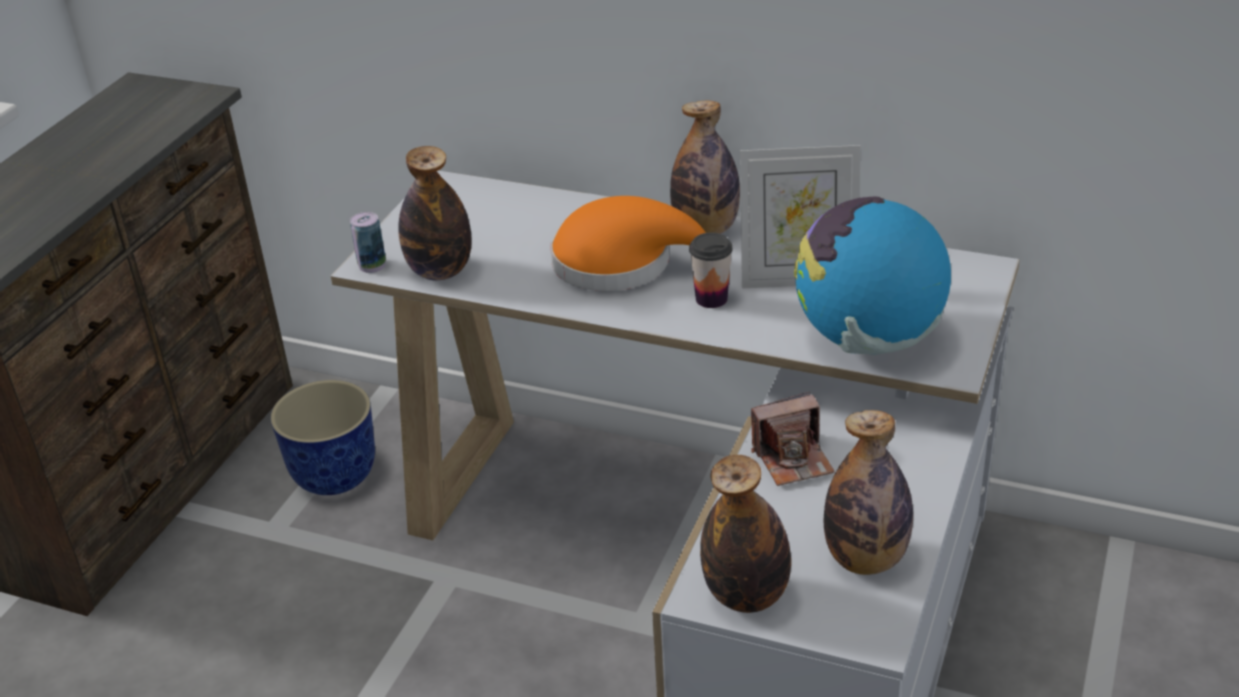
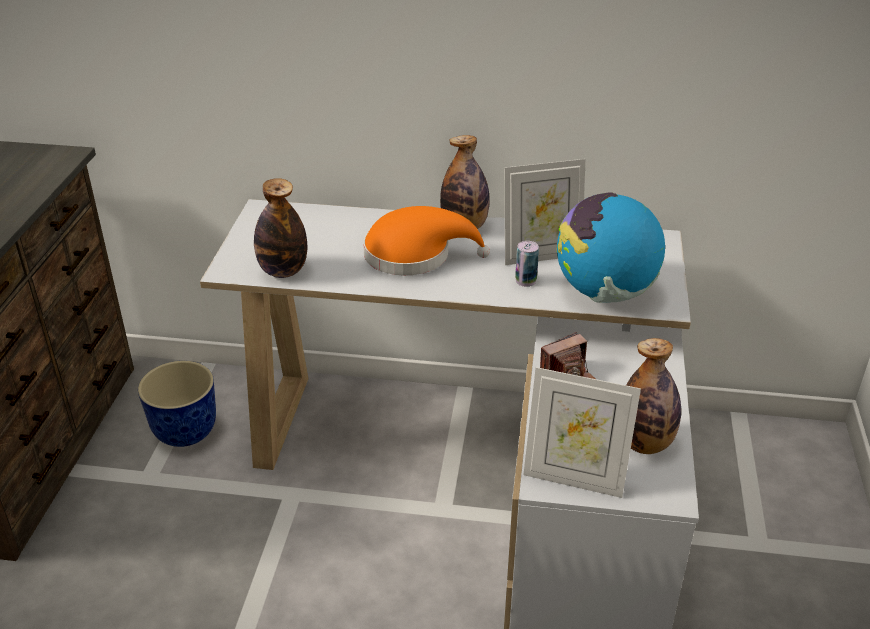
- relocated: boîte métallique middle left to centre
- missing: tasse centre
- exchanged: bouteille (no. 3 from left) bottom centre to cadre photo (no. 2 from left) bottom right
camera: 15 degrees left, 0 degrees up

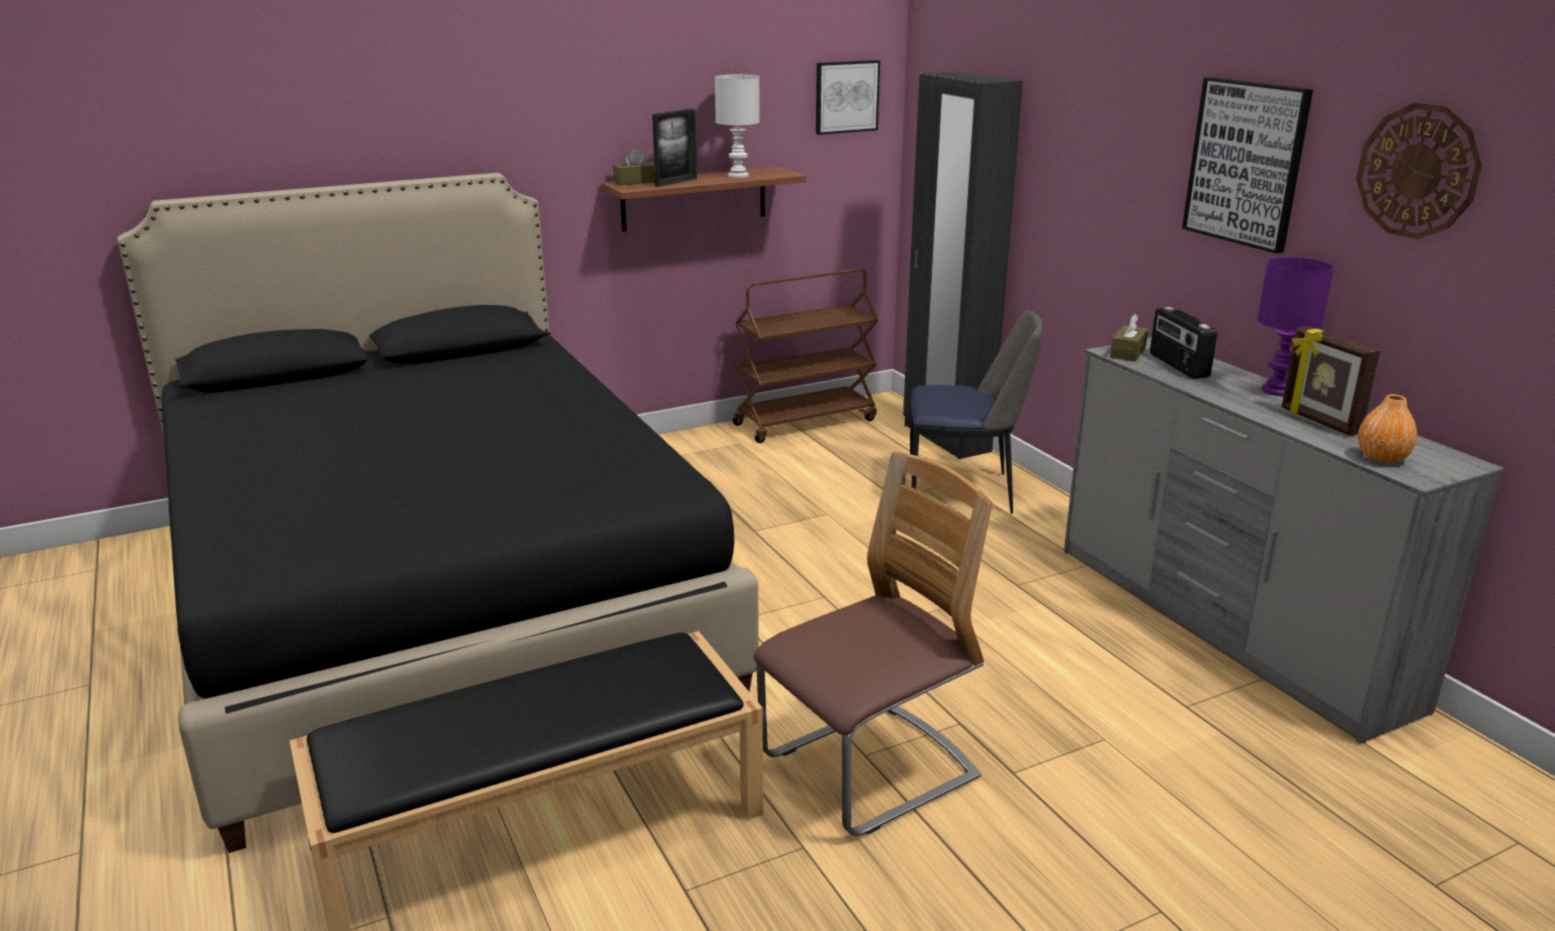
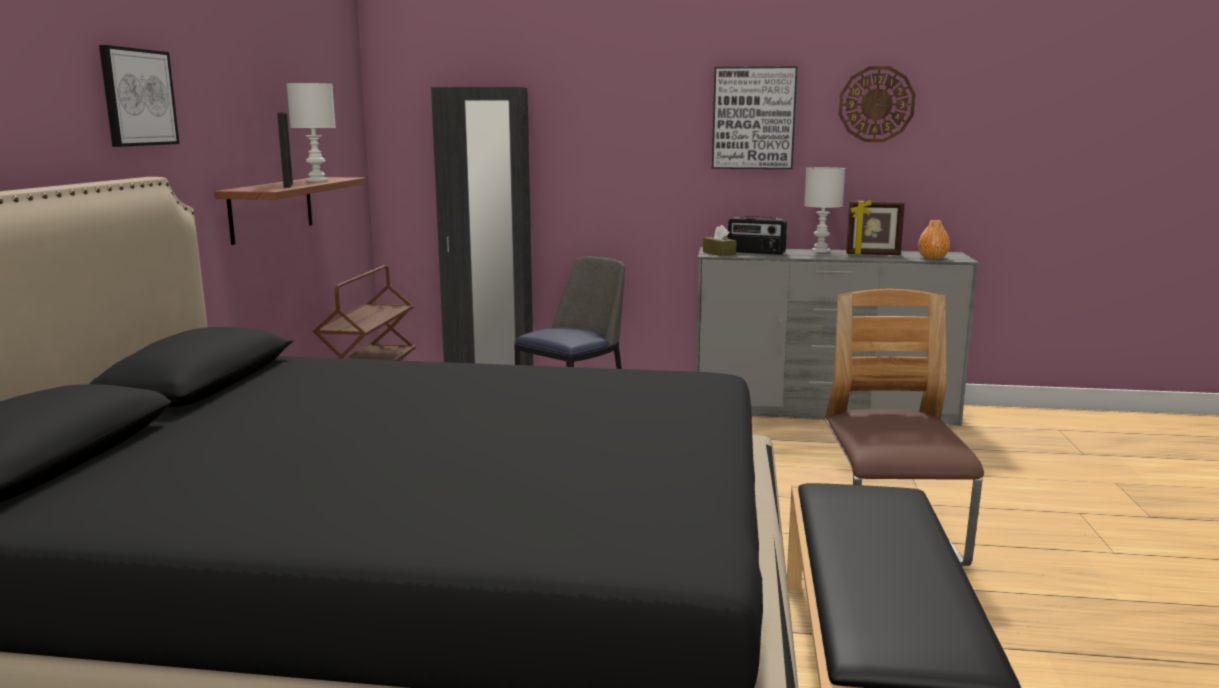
- missing: boîte à mouchoirs/marron (no. 1 from left) top centre
- relocated: tableau (no. 1 from left) top centre to top left
- colour: lampe de table/violet middle right to lampe de table/blanc (no. 2 from left) top right
camera: 55 degrees left, 10 degrees down

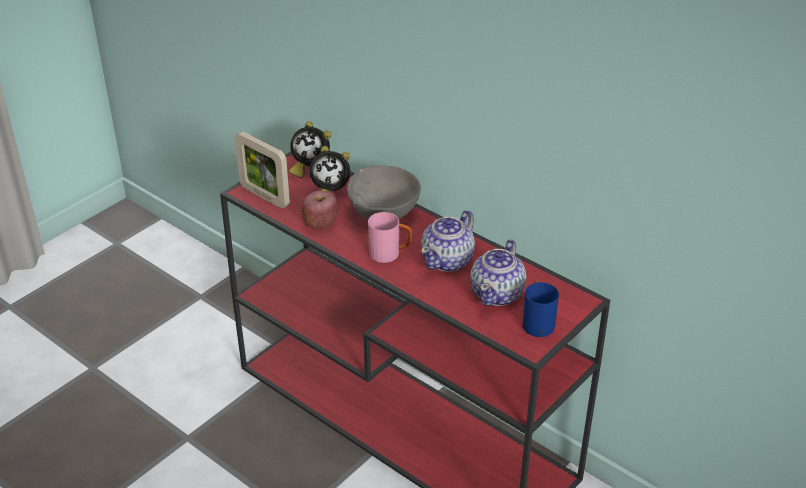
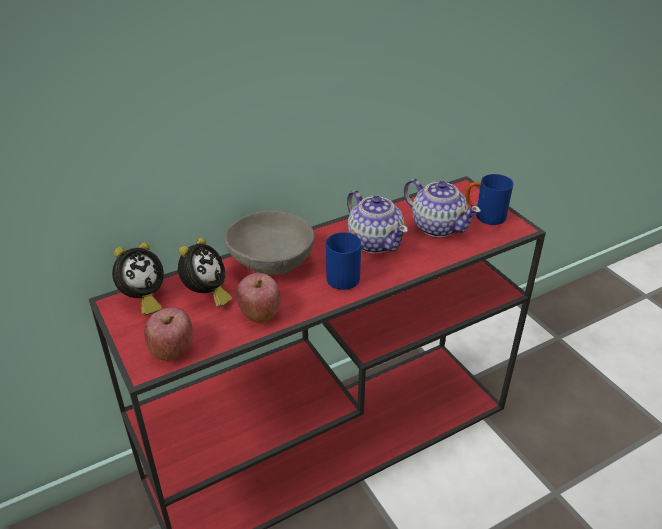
- exchanged: cadre photo middle left to pomme (no. 1 from left) middle left
- colour: mug/rose centre to mug/bleu (no. 1 from left) centre
camera: 70 degrees left, 0 degrees up

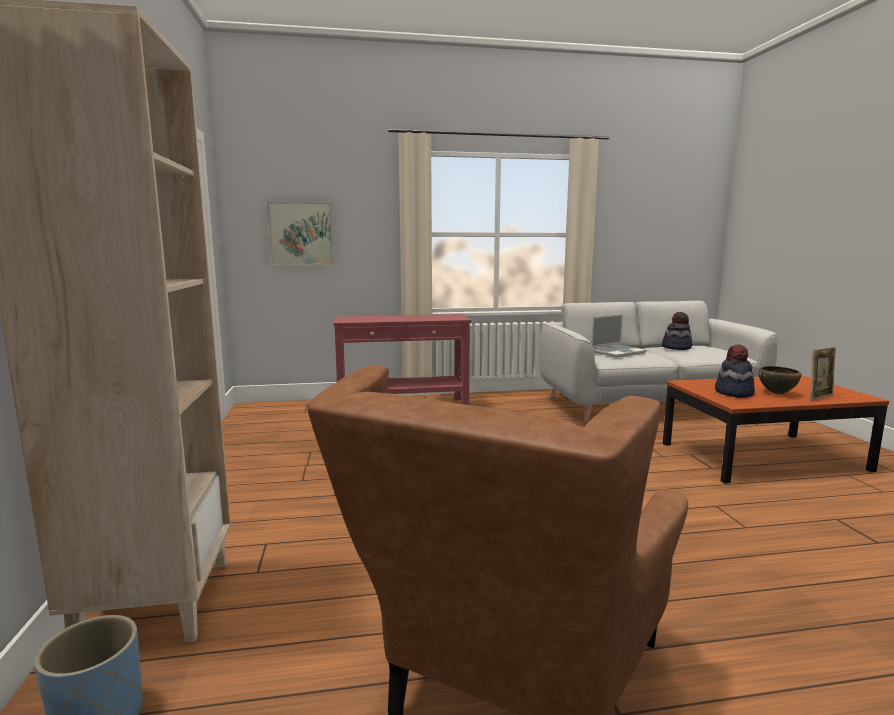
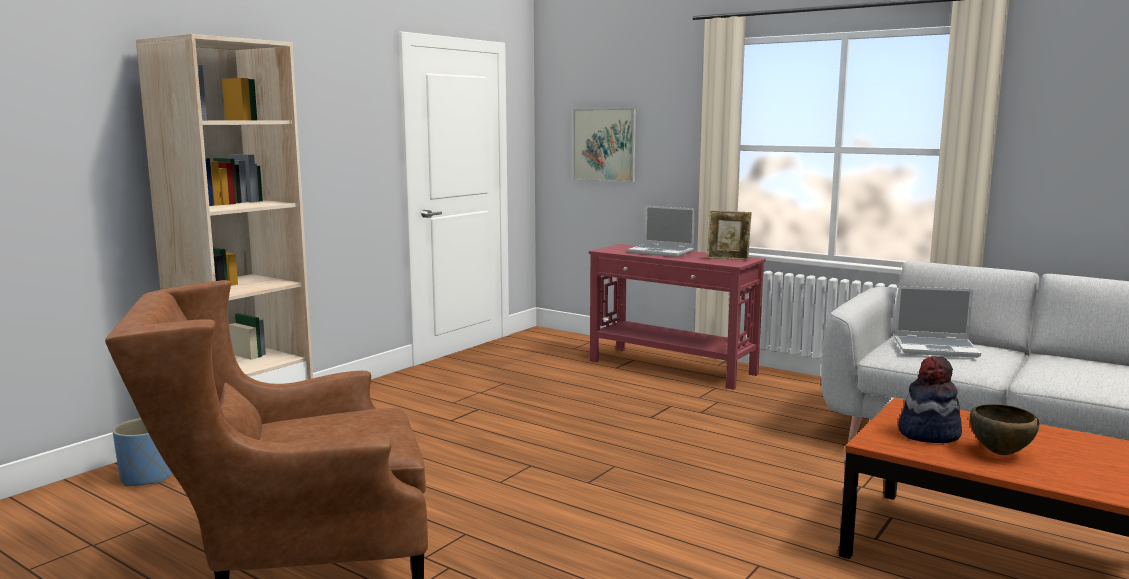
- missing: chapeau (no. 1 from left) middle right
- relocated: cadre photo middle right to centre
- appeared: ordinateur portable (no. 1 from left) centre
camera: 45 degrees right, 0 degrees up

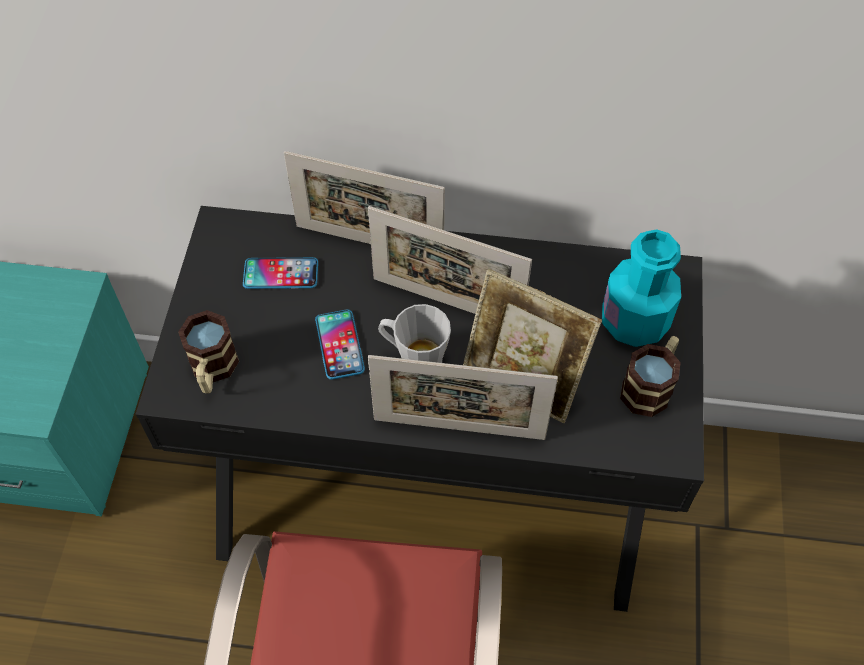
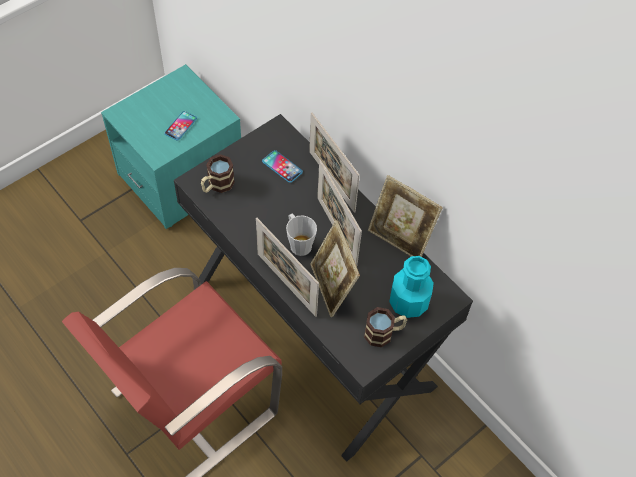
- relocated: téléphone (no. 2 from left in the first image) centre to téléphone (no. 1 from left) top left
- appeared: cadre photo (no. 5 from left) centre
camera: 40 degrees right, 0 degrees up

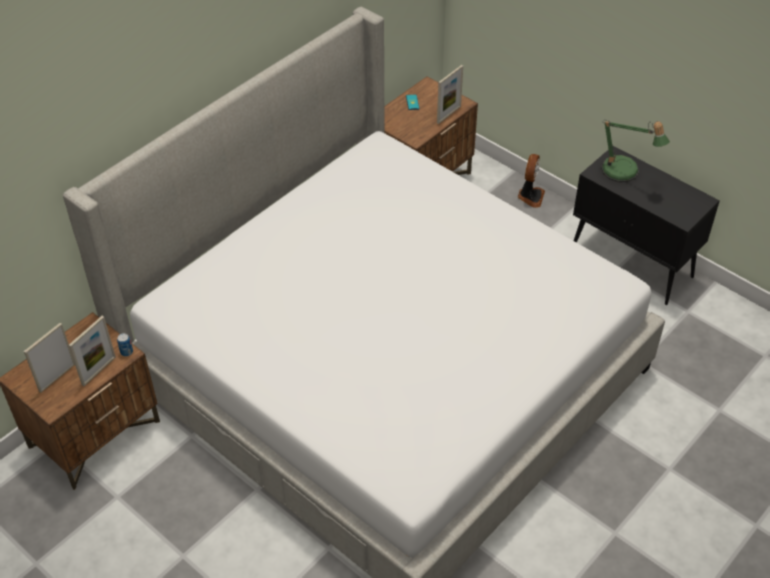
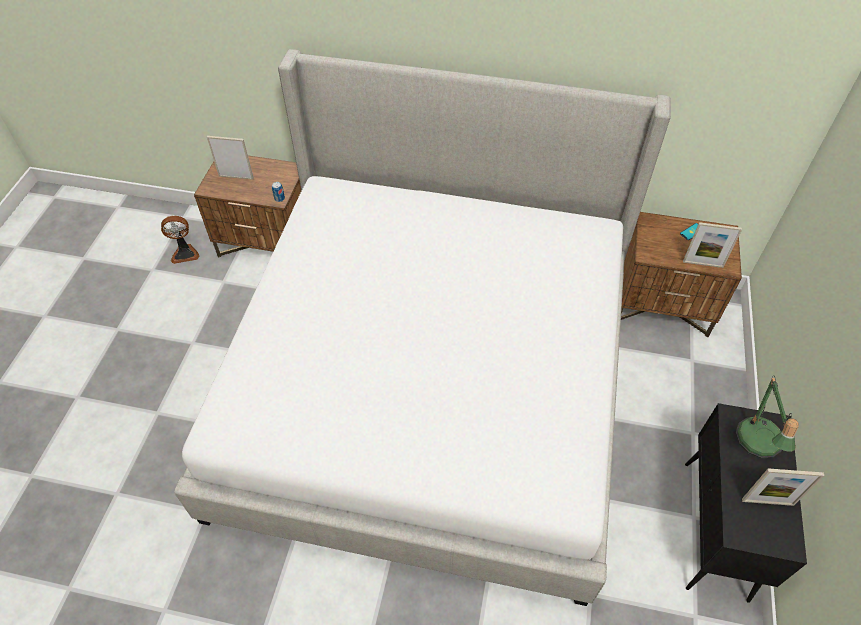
- relocated: cadre photo (no. 2 from left in the first image) middle left to cadre photo (no. 3 from left) bottom right
- relocated: ventilateur top right to middle left
camera: 60 degrees right, 5 degrees up

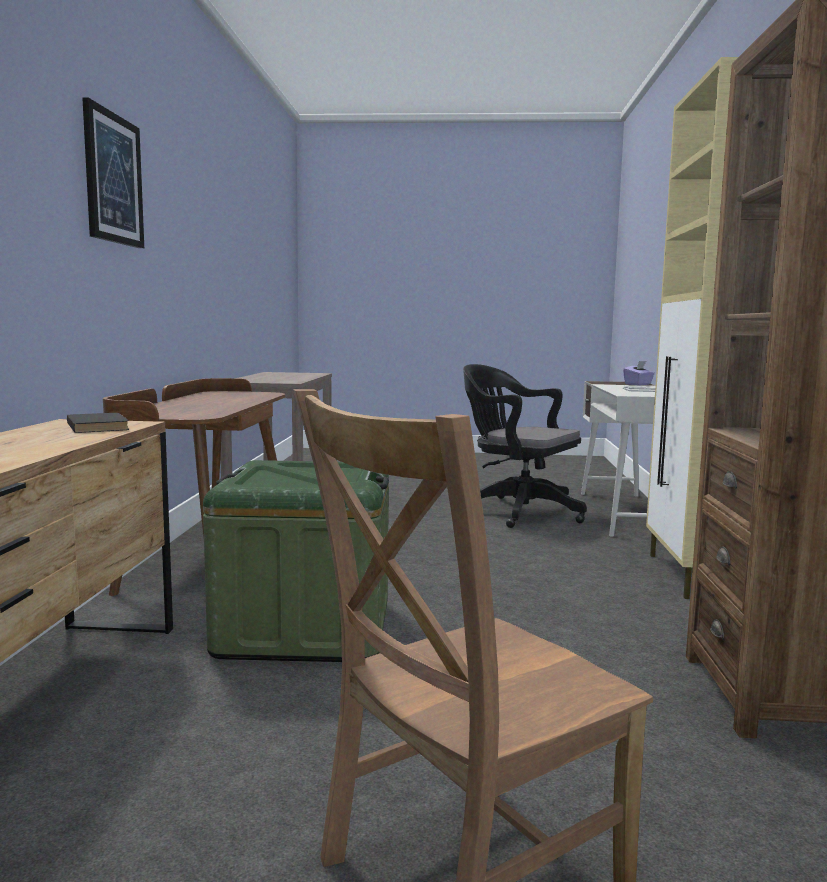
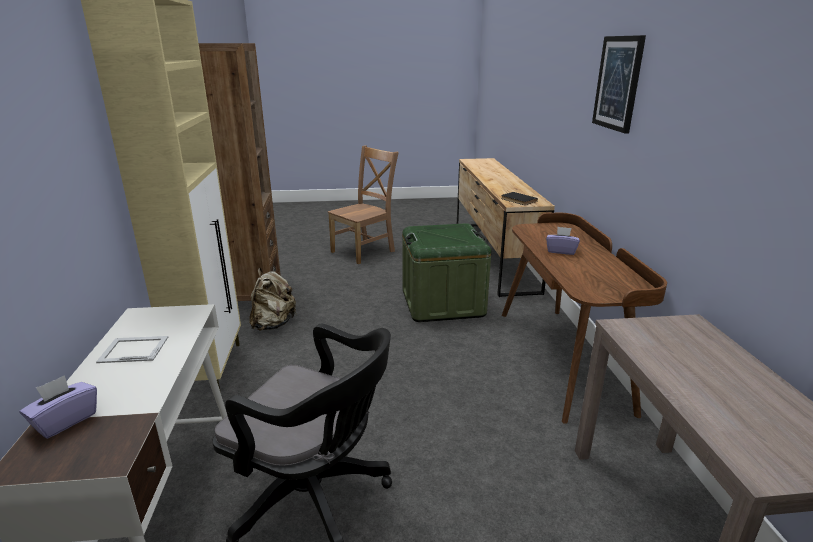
- appeared: sac à dos/beige centre
- appeared: boîte à mouchoirs/violet (no. 2 from left) middle right
camera: 170 degrees right, 15 degrees up

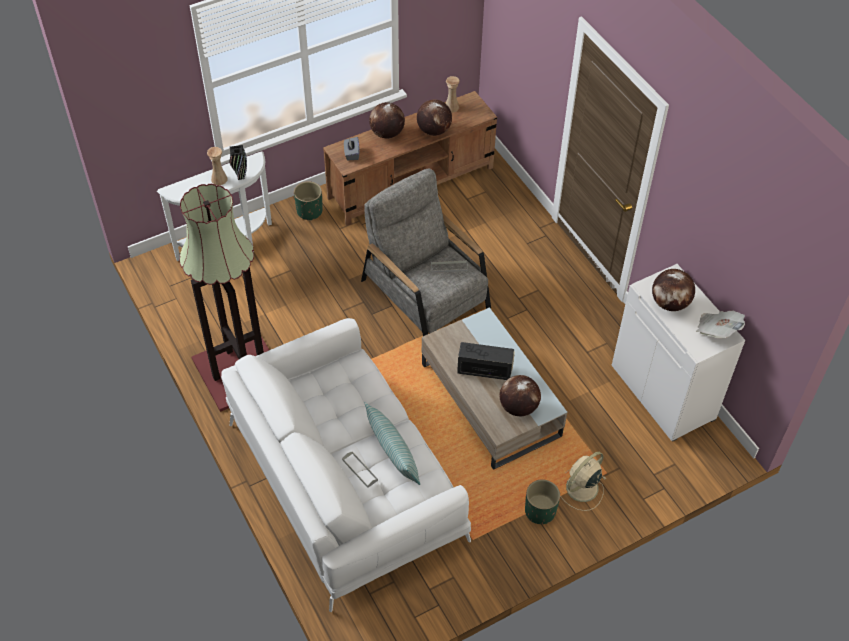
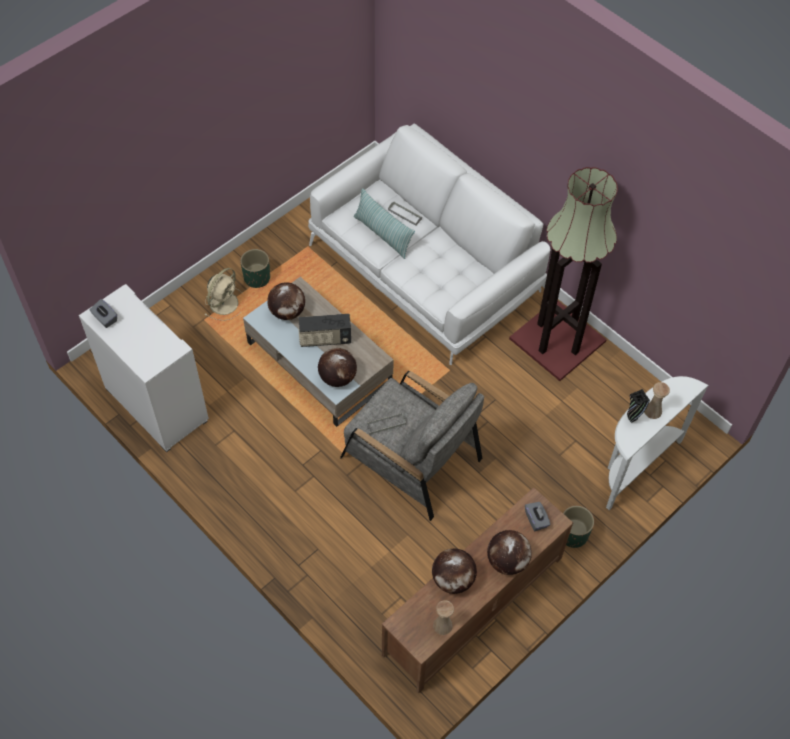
- relocated: globe (no. 4 from left in the first image) middle right to globe (no. 2 from left) centre
- exchanged: journal middle right to boîte à mouchoirs/gris (no. 1 from left) middle left
camera: 165 degrees right, 5 degrees up

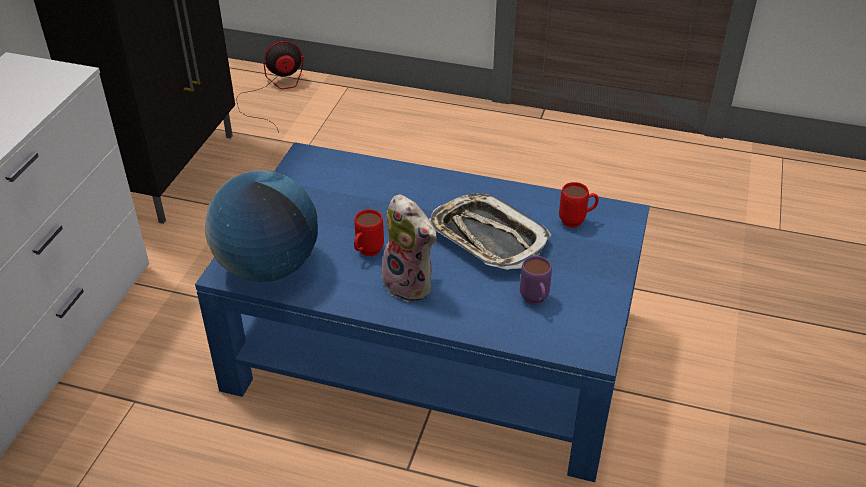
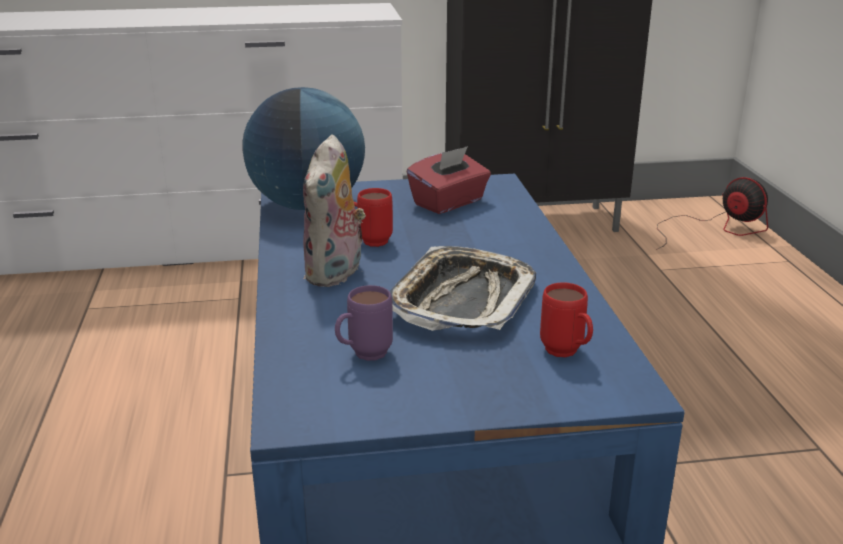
- appeared: boîte à mouchoirs/rouge top centre
camera: 65 degrees right, 15 degrees down

